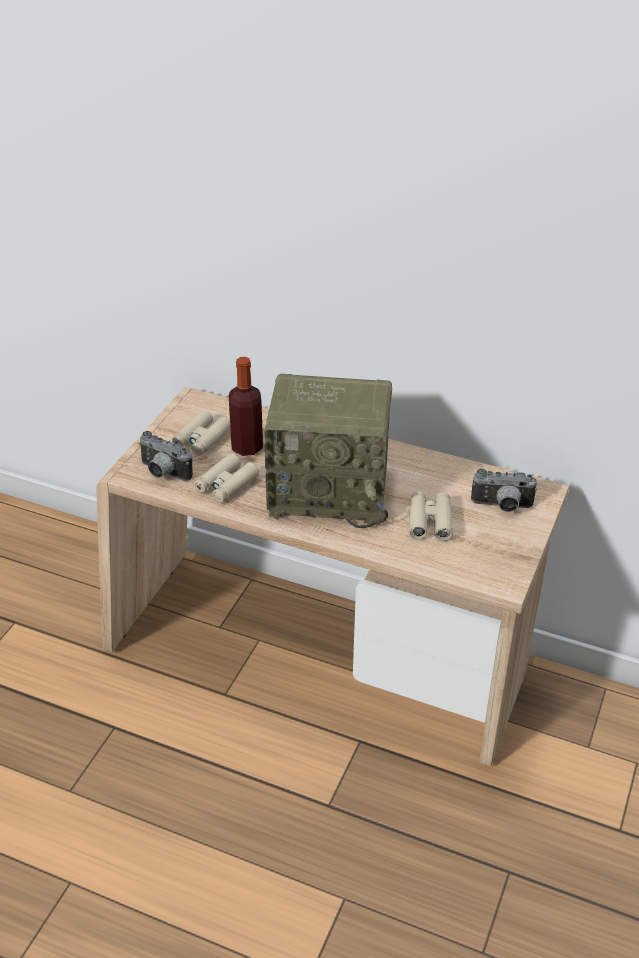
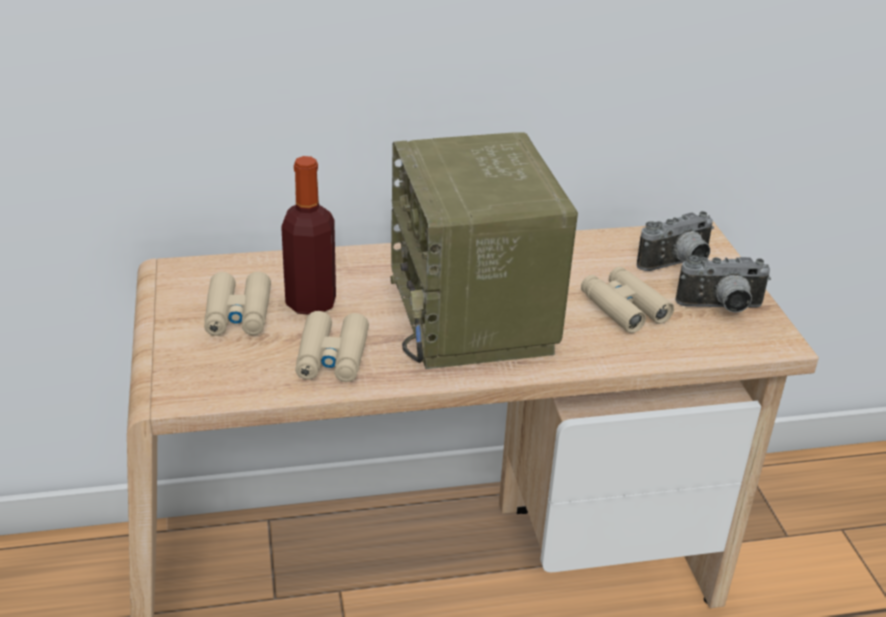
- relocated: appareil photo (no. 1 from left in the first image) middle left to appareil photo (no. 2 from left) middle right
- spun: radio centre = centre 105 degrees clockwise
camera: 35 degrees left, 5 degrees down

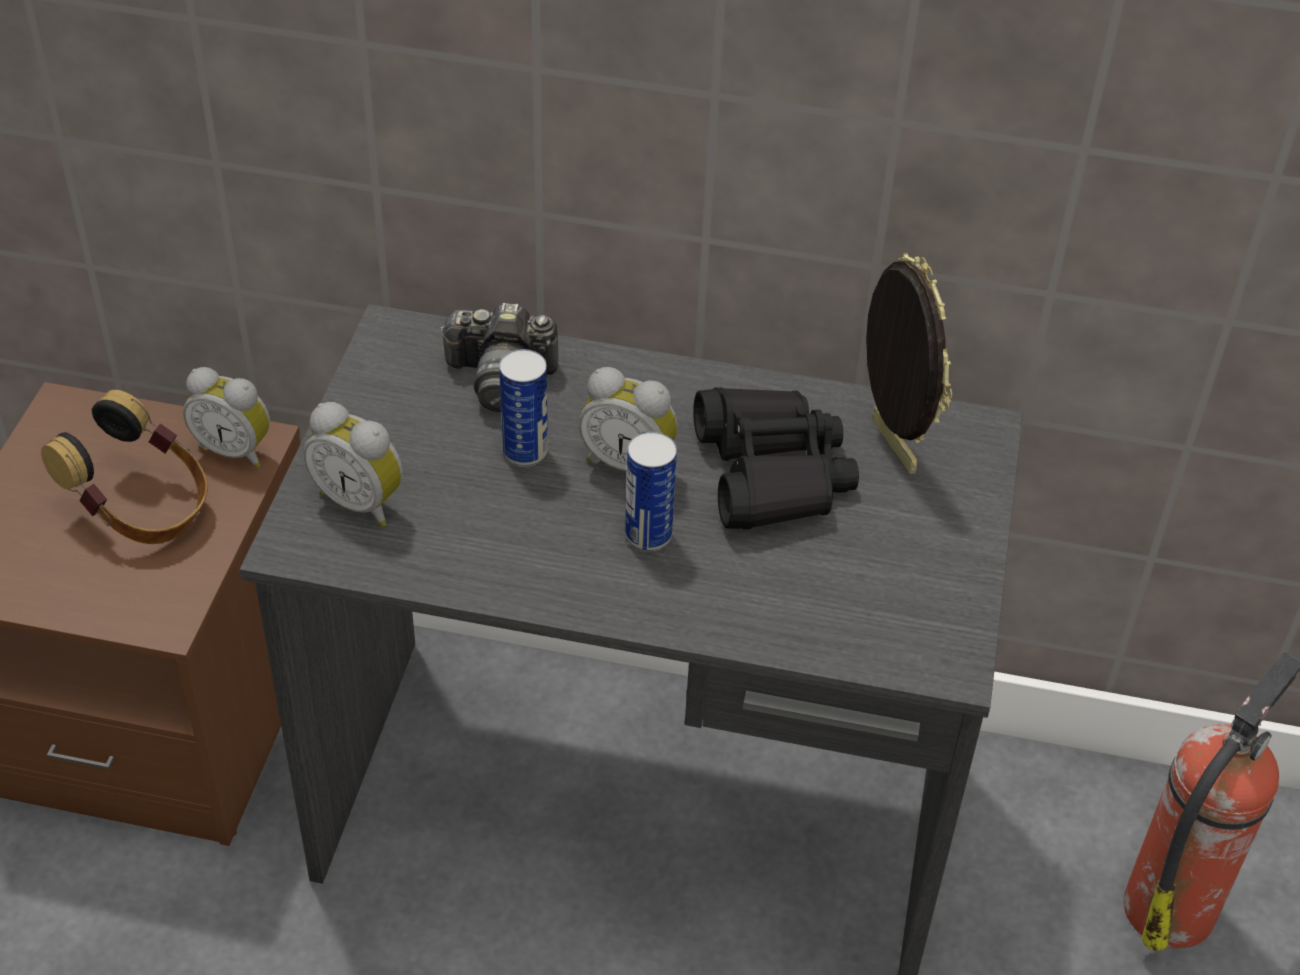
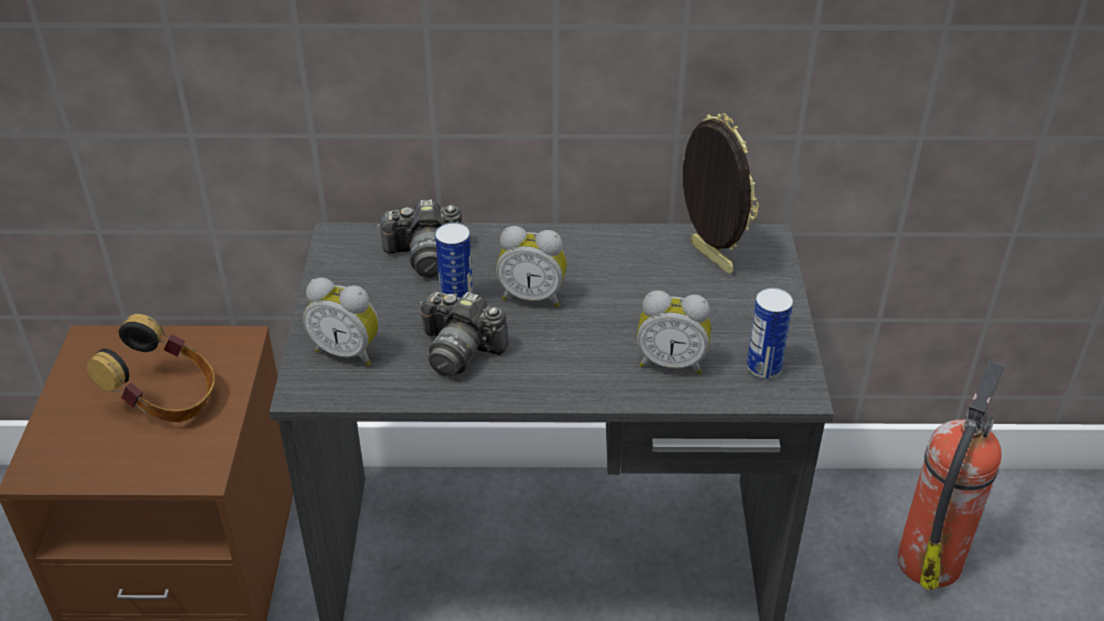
- relocated: réveil (no. 1 from left in the first image) middle left to réveil (no. 3 from left) centre
- relocated: boîte métallique (no. 2 from left) centre to middle right
- missing: jumelles/noir centre
- appeared: appareil photo (no. 2 from left) centre
camera: 10 degrees left, 5 degrees down

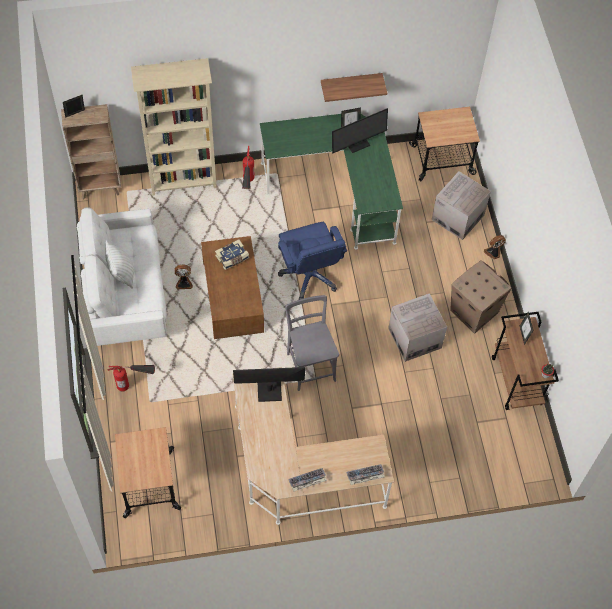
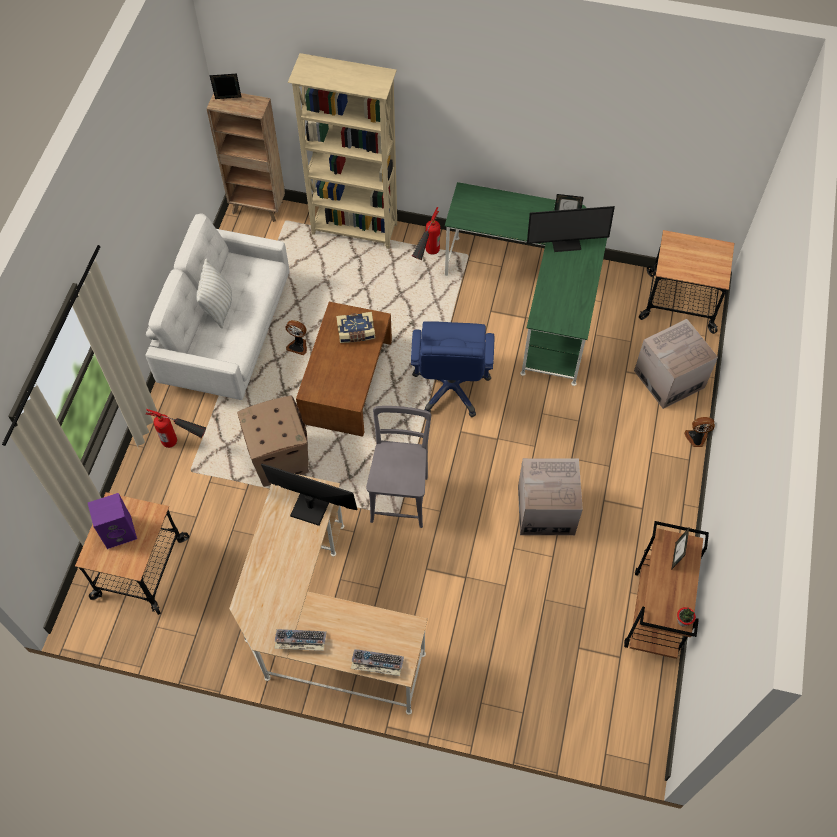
- missing: étagère top centre
- relocated: carton (no. 3 from left in the first image) middle right to carton (no. 1 from left) middle left
- appeared: enceinte/violet middle left
camera: 25 degrees right, 0 degrees up

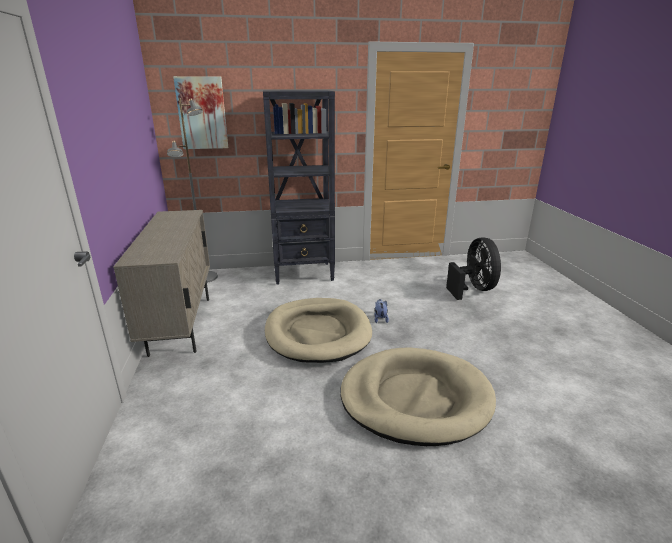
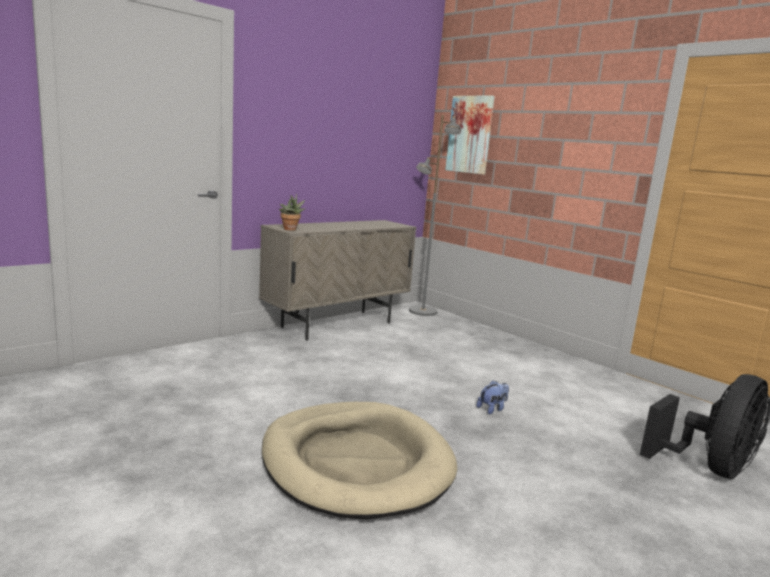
- missing: bibliothèque/noir centre
- missing: panier pour chien/beige (no. 1 from left) centre
- appeared: plante en pot centre
camera: 55 degrees right, 10 degrees down

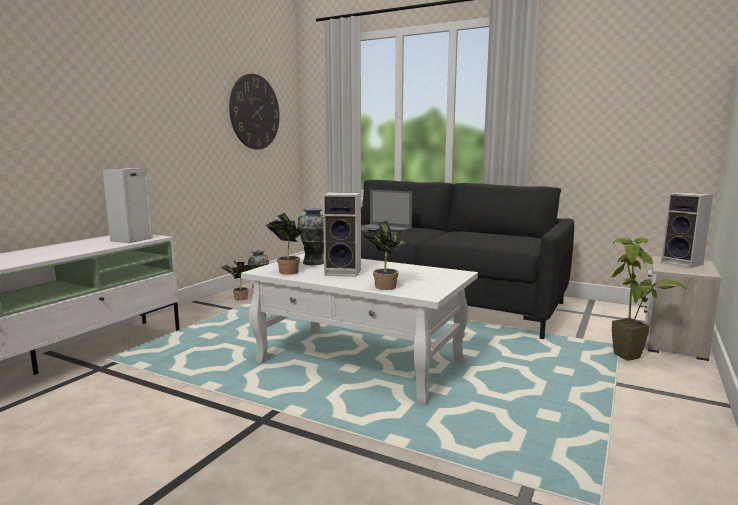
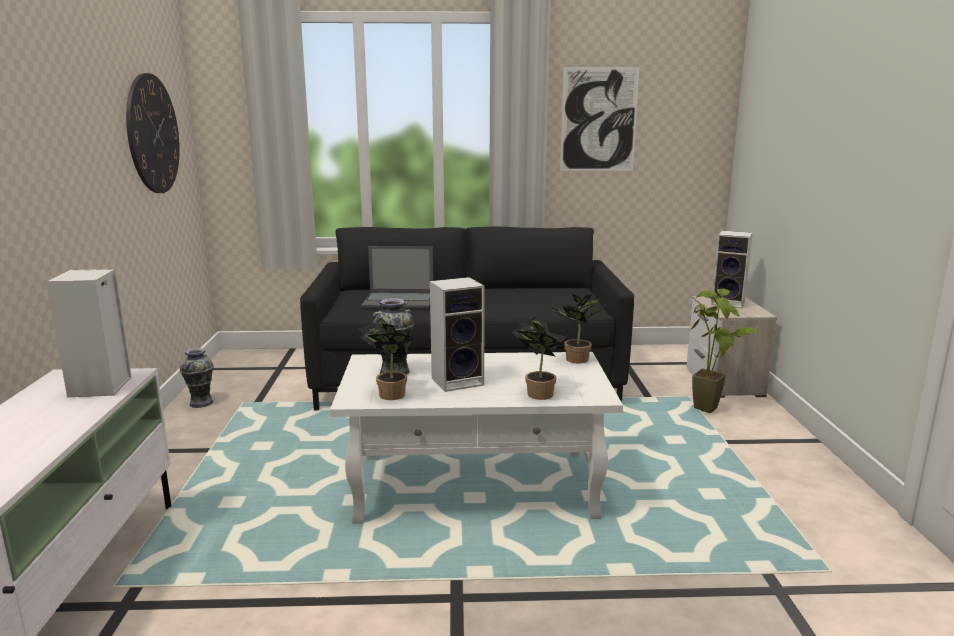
- relocated: plante en pot (no. 1 from left in the first image) middle left to plante en pot (no. 3 from left) centre
- appeared: tableau top centre
camera: 30 degrees left, 5 degrees up

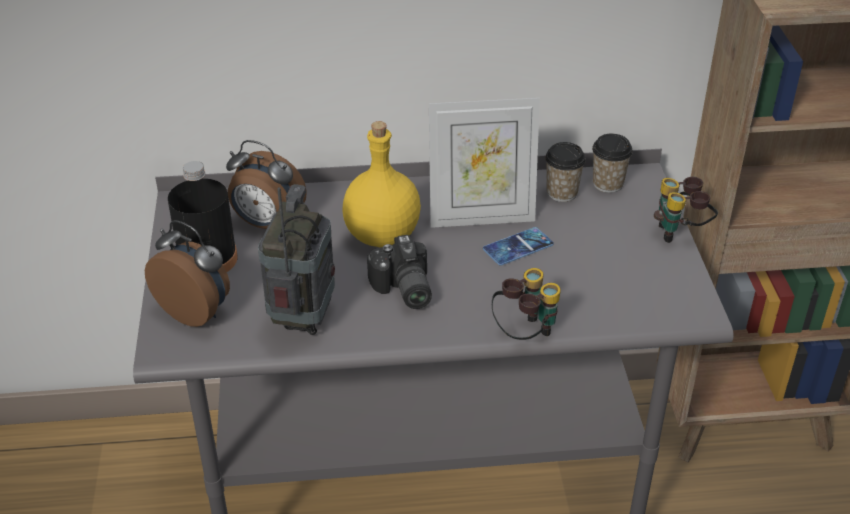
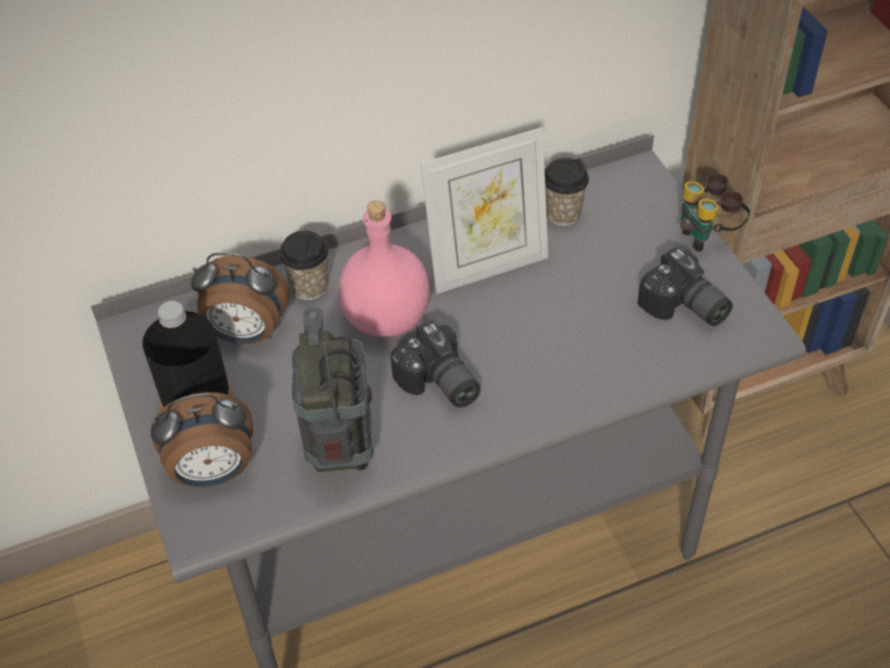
- spun: réveil (no. 1 from left) middle left = middle left 150 degrees clockwise
- colour: bouteille/jaune centre to bouteille/rose centre
- missing: téléphone centre
- missing: jumelles (no. 1 from left) centre
- relocated: tasse (no. 2 from left in the first image) top right to tasse (no. 1 from left) centre
- appeared: appareil photo (no. 2 from left) middle right
camera: 15 degrees left, 10 degrees up

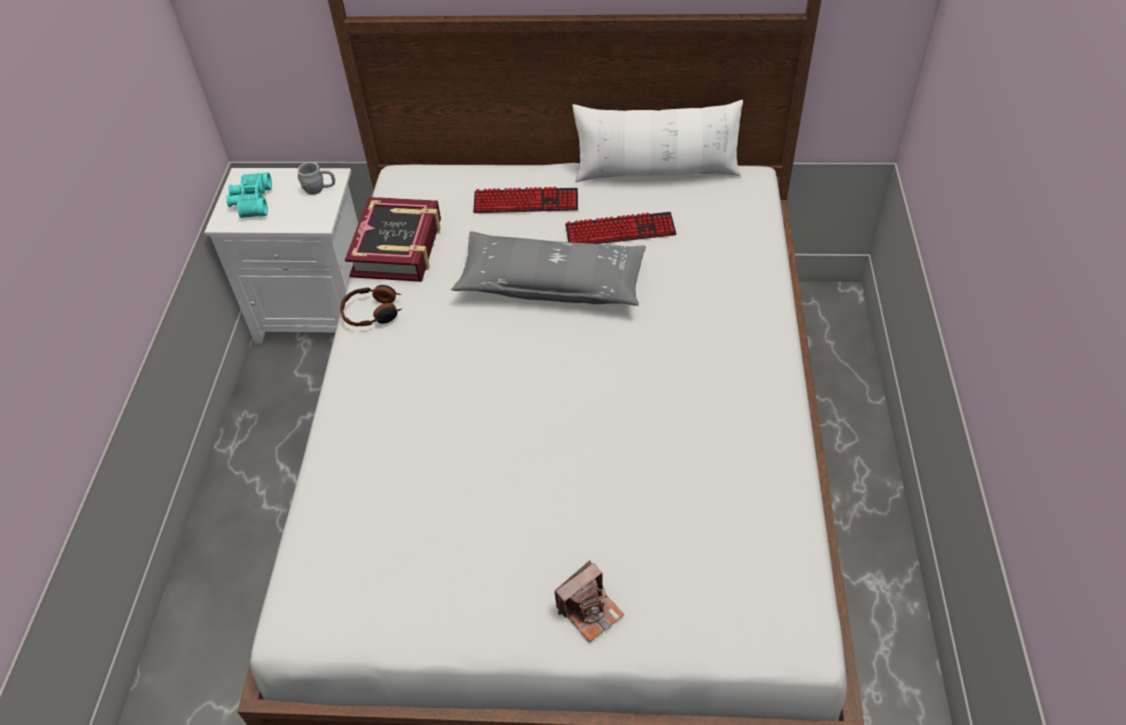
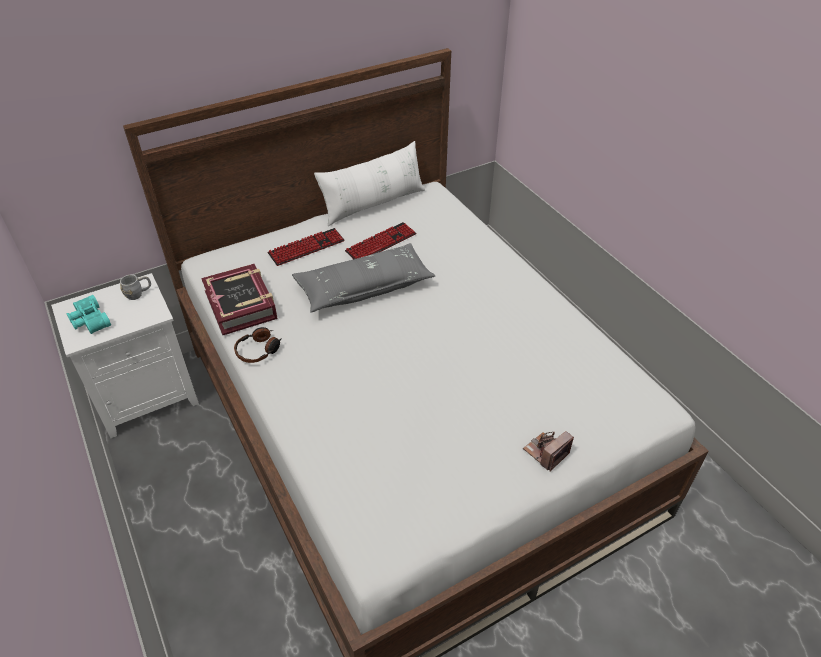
- spun: appareil photo bottom centre = bottom right 150 degrees counterclockwise
camera: 35 degrees left, 5 degrees down

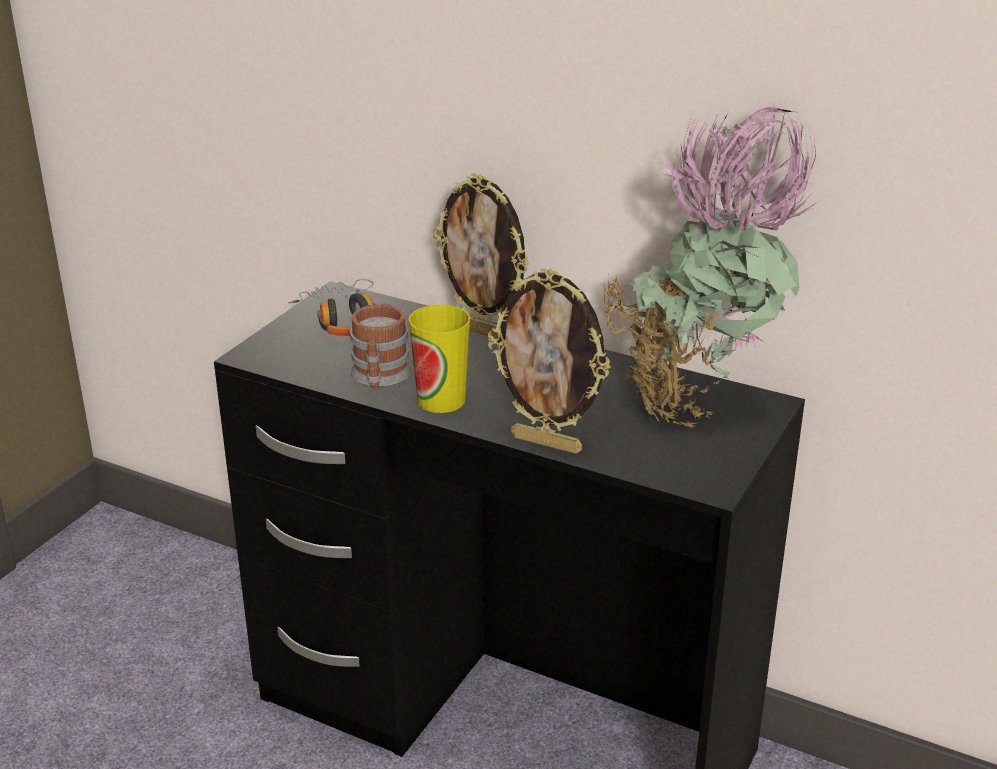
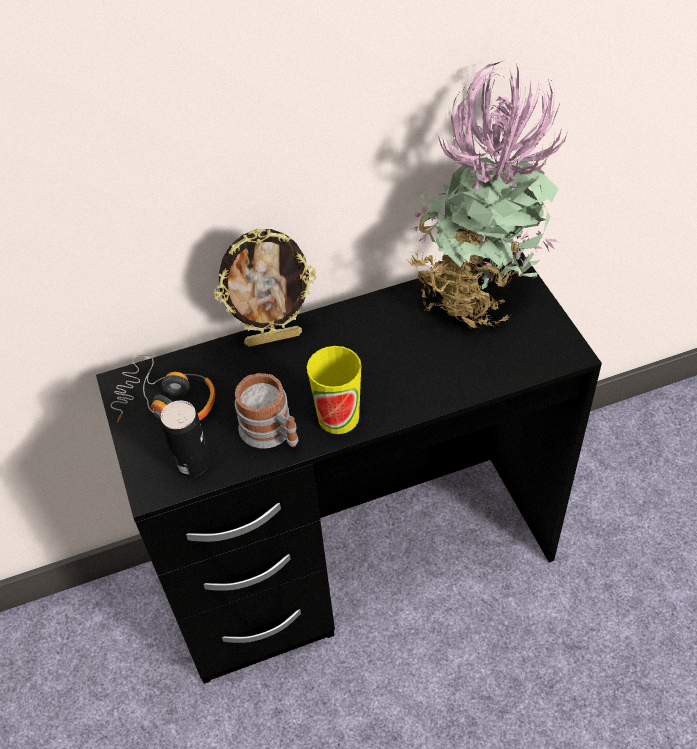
- missing: cadre photo (no. 2 from left) centre
- appeared: boîte métallique middle left
camera: 45 degrees left, 20 degrees up

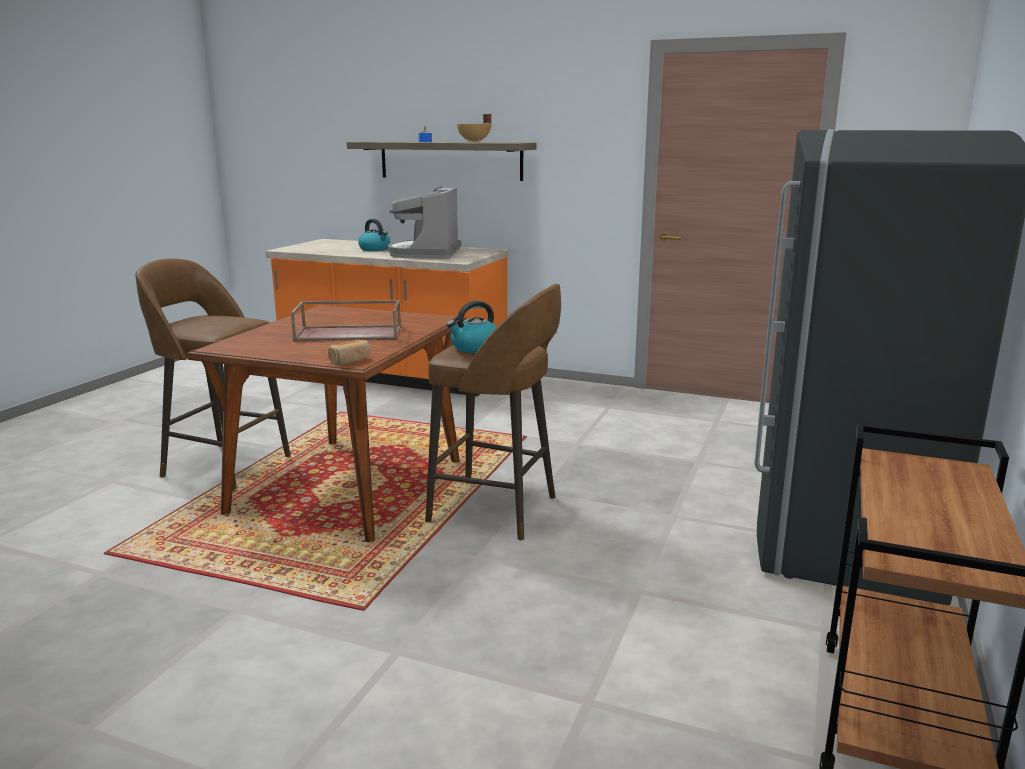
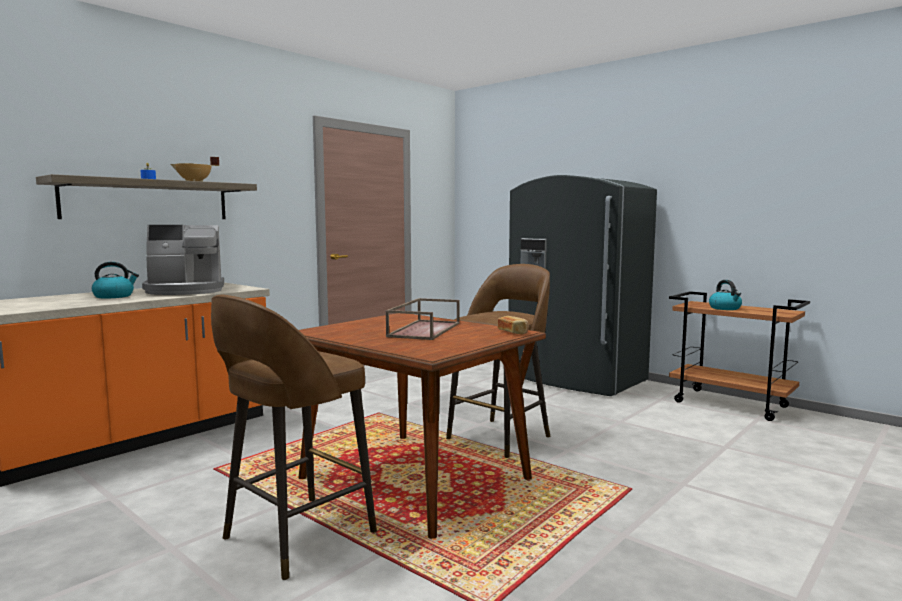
- spun: machine à café top centre = middle left 45 degrees counterclockwise
- relocated: bouilloire (no. 2 from left) centre to middle right
camera: 70 degrees left, 10 degrees down

